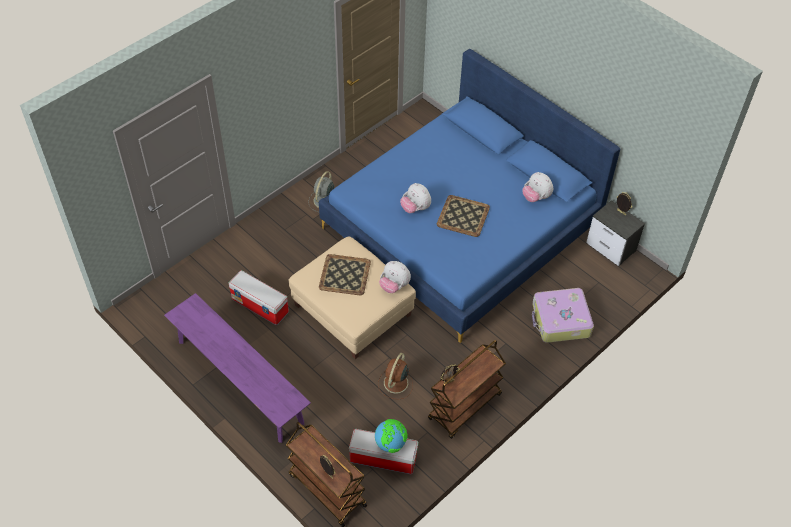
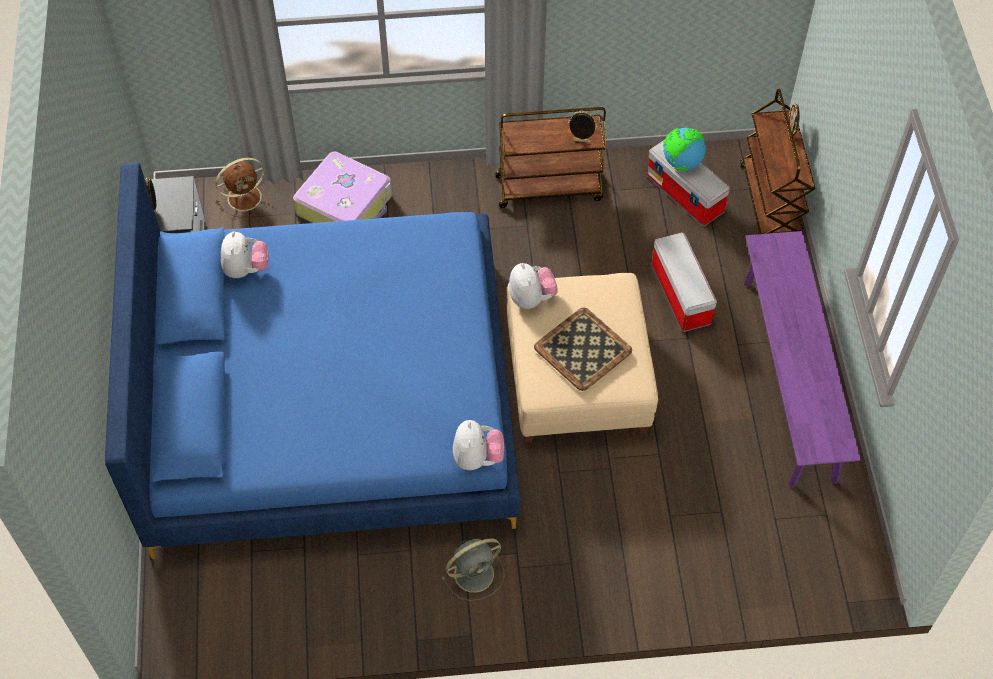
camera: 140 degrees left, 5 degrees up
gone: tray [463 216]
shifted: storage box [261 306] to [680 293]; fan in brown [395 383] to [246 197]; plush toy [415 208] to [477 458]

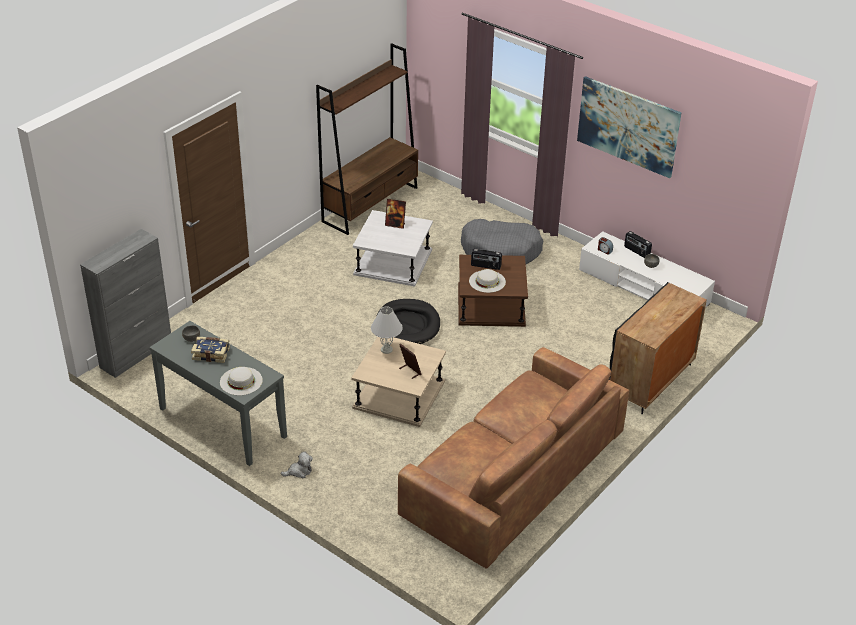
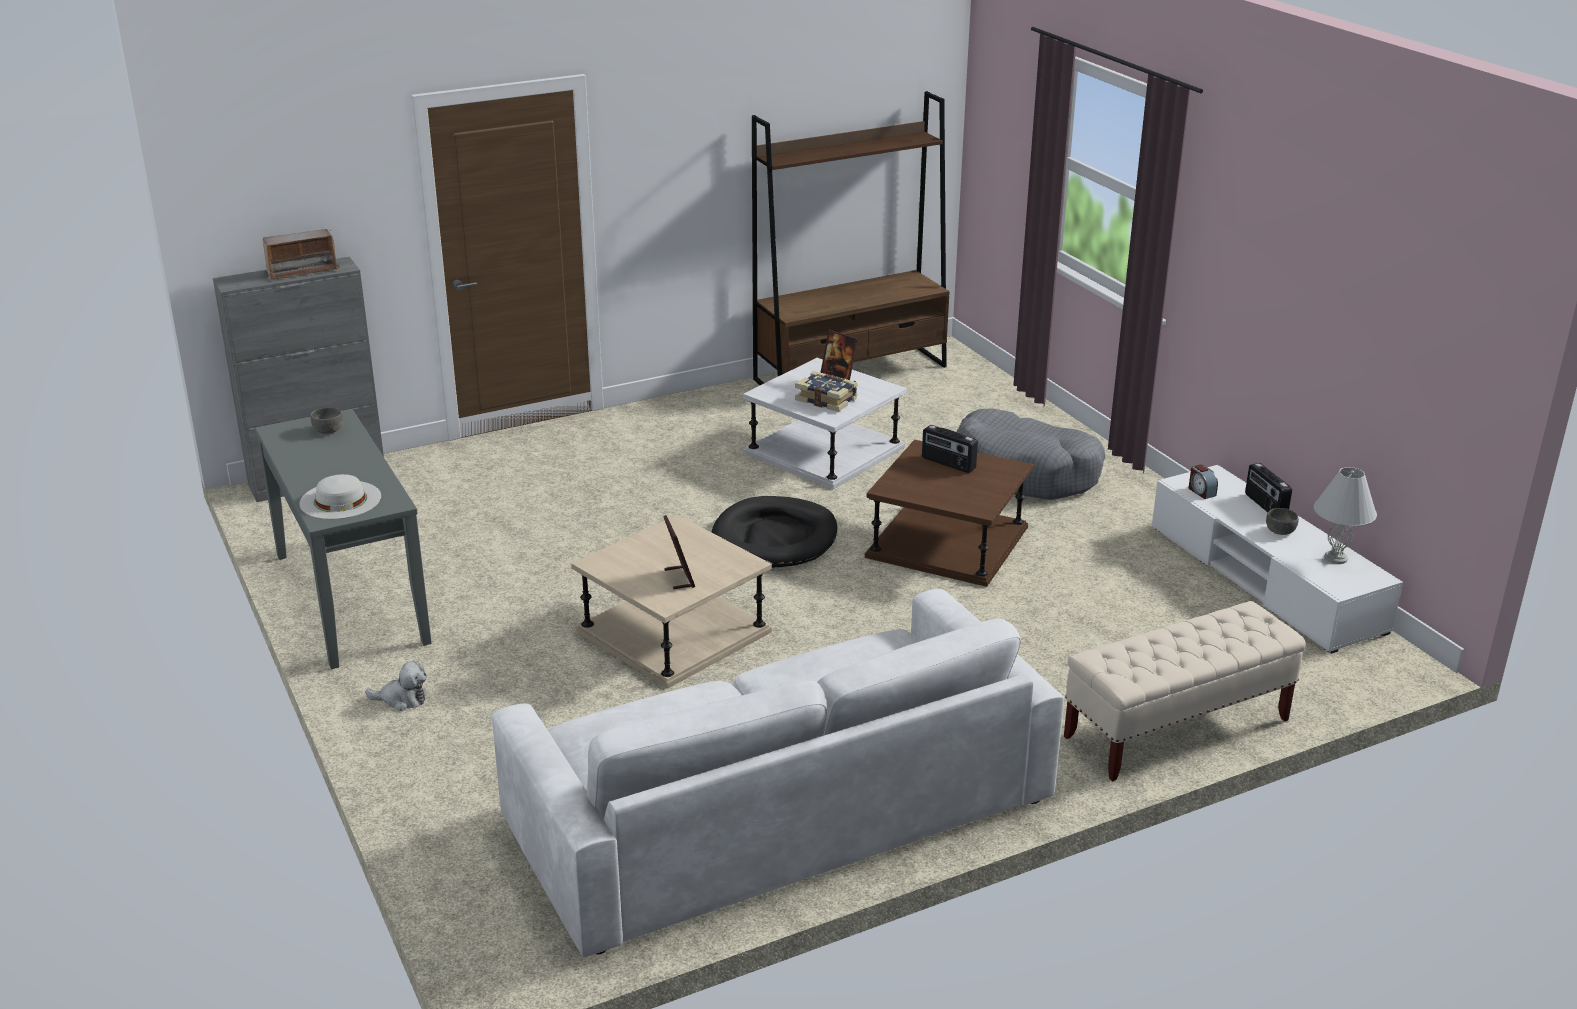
camera: 25 degrees right, 10 degrees down
gone: hat in white [487 281]; picture [628 126]
new: radio [302 271]
shifted: book [211 353] to [827 399]; table lamp in white [386 350] to [1335 558]
swapped: cabinet in black [650 381] to bench in beige [1176 729]
repainted: sofa in brown [512 473] to sofa in white [778 808]

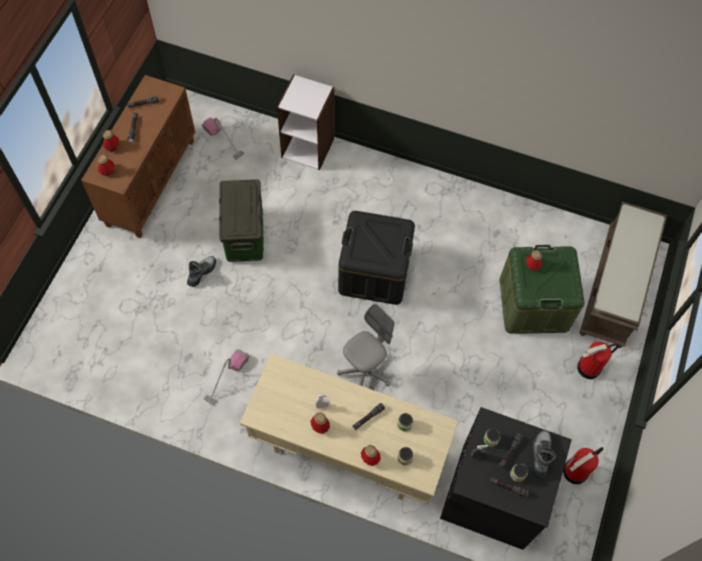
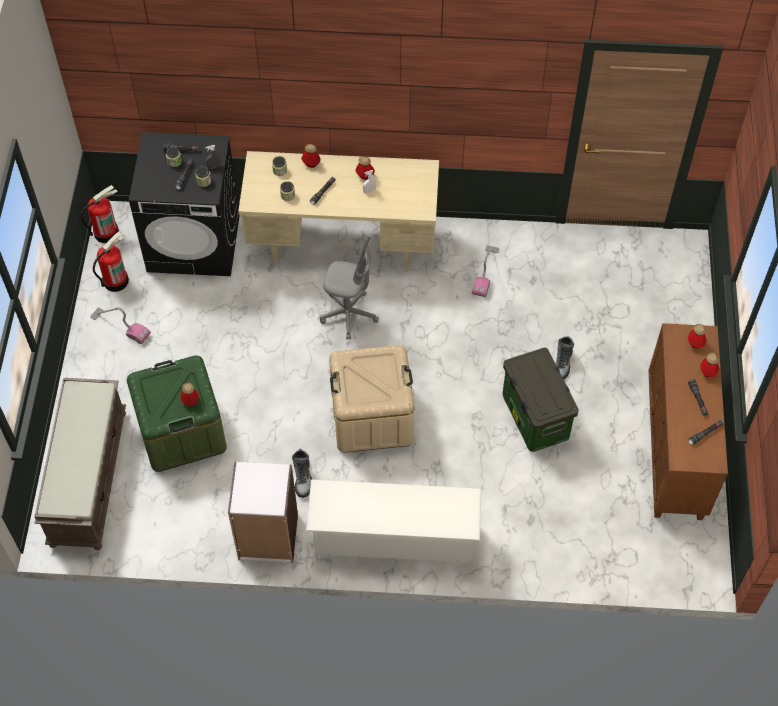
camera: 165 degrees right, 5 degrees down
new: shoe rack in white [393 541]
shifted: vacuum cleaner [223 140] to [120 326]; bookcase in white [308 148] to [268 538]; boot [540 454] to [303 477]; fire extinguisher [589 368] to [106 232]
repainted: storage box in black [374 272] to storage box in beige [372 417]
rotated: office chair in grey [365 371] = [349 314] 105 degrees counterclockwise

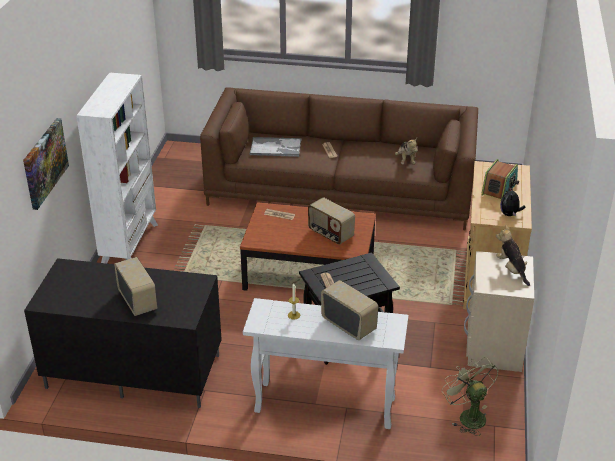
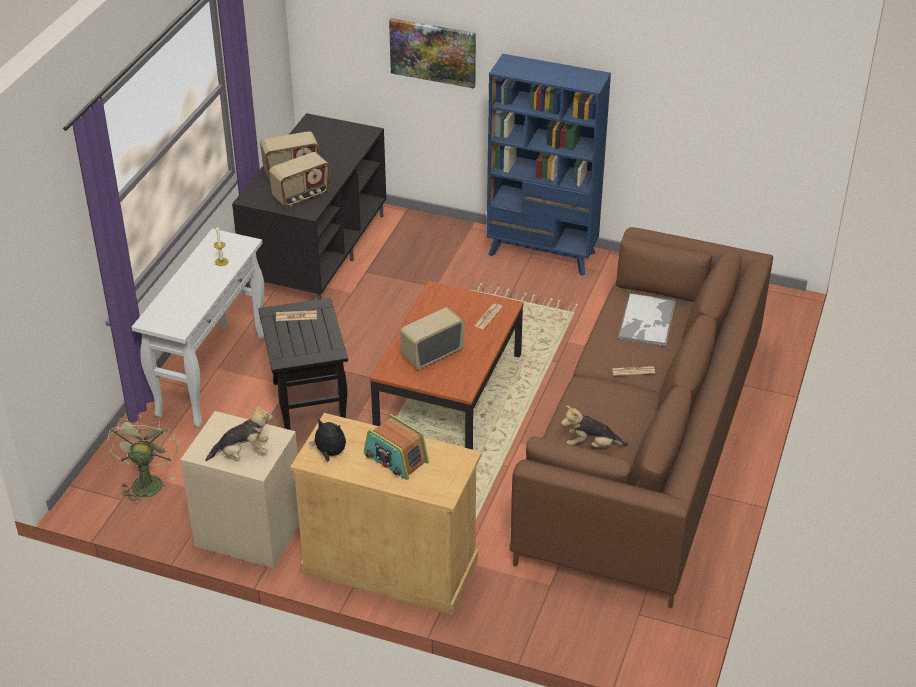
camera: 100 degrees right, 5 degrees up
shifted: radio [349 325] to [301 196]
repainted: bookcase in white [130 245] to bookcase in blue [542 254]
rotated: fan in green [468 415] = [146 481] 75 degrees counterclockwise

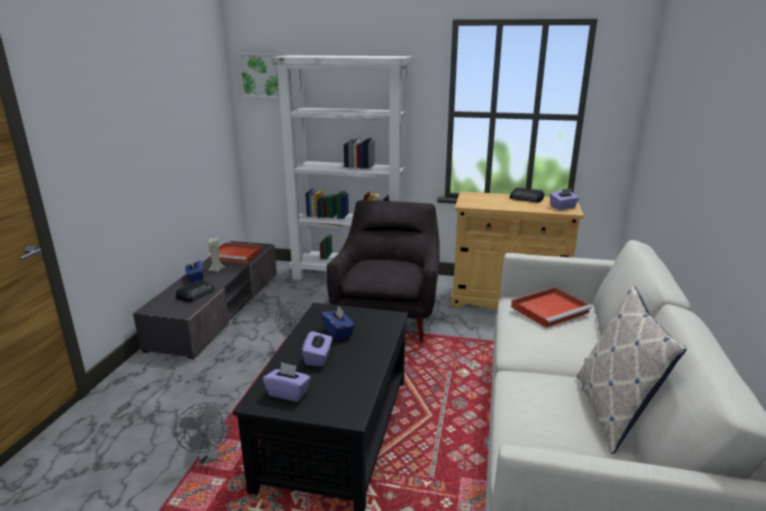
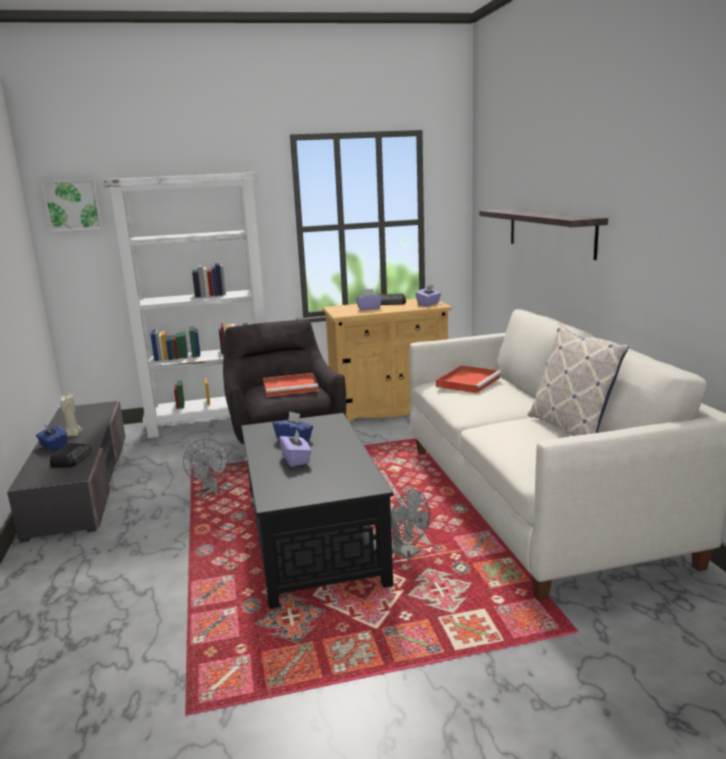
camera: 25 degrees left, 5 degrees down
new: shelf [550 232]
shifted: fan in grey [209 456] to [407 553]; tray in red [237 255] to [291 387]; tissue box in purple [288 393] to [369 308]

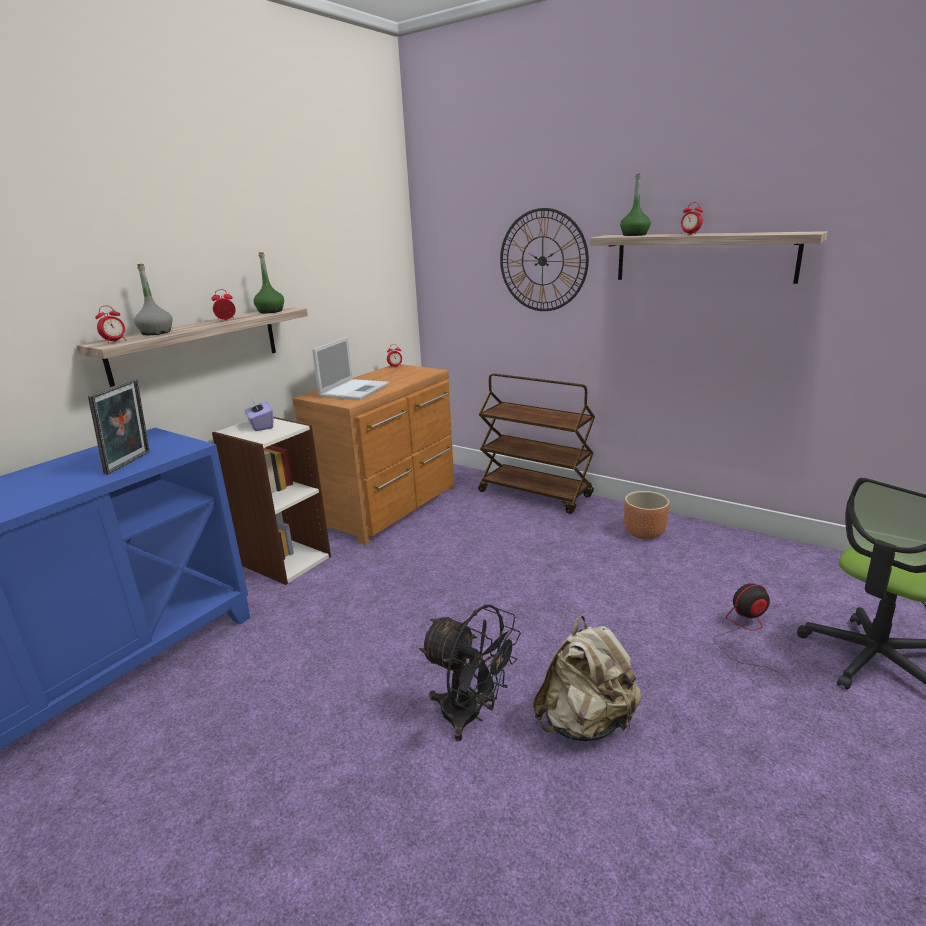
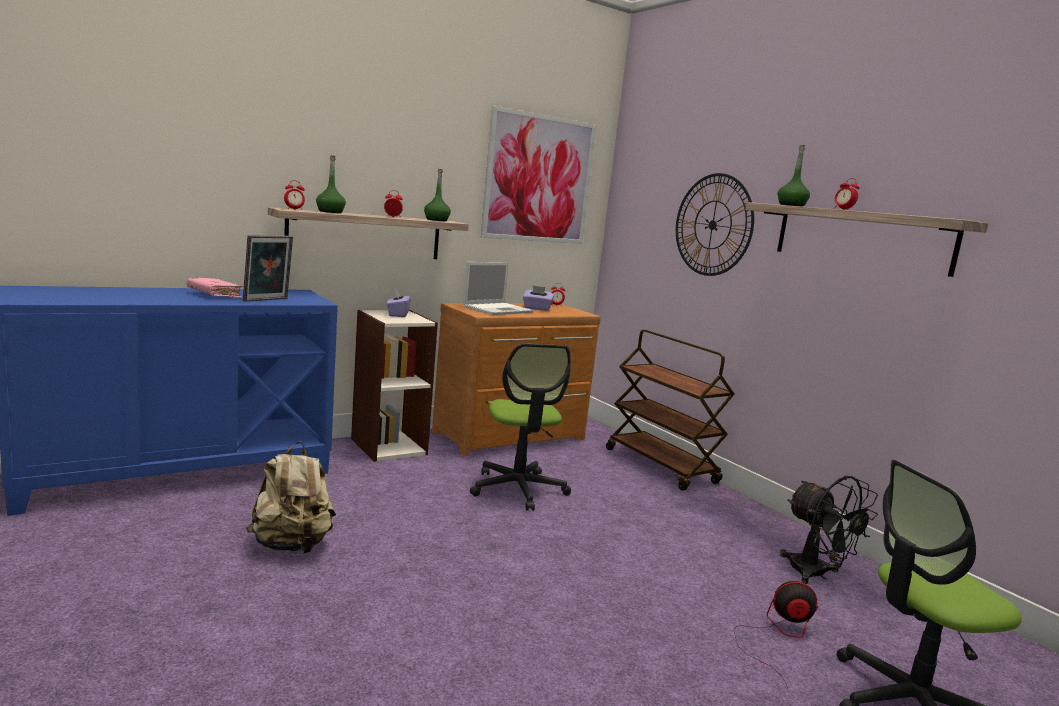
camera: 20 degrees right, 10 degrees down
gone: planter in brown [644 533]
new: book in pink [214 295]; office chair [518 489]; picture [539 179]; tissue box in purple [537 308]
shifted: fan in black [471 716] to [816 574]; backpack in beige [586 722] to [292 545]
repainted: bottle in grey [156 333] to bottle in green [330 212]

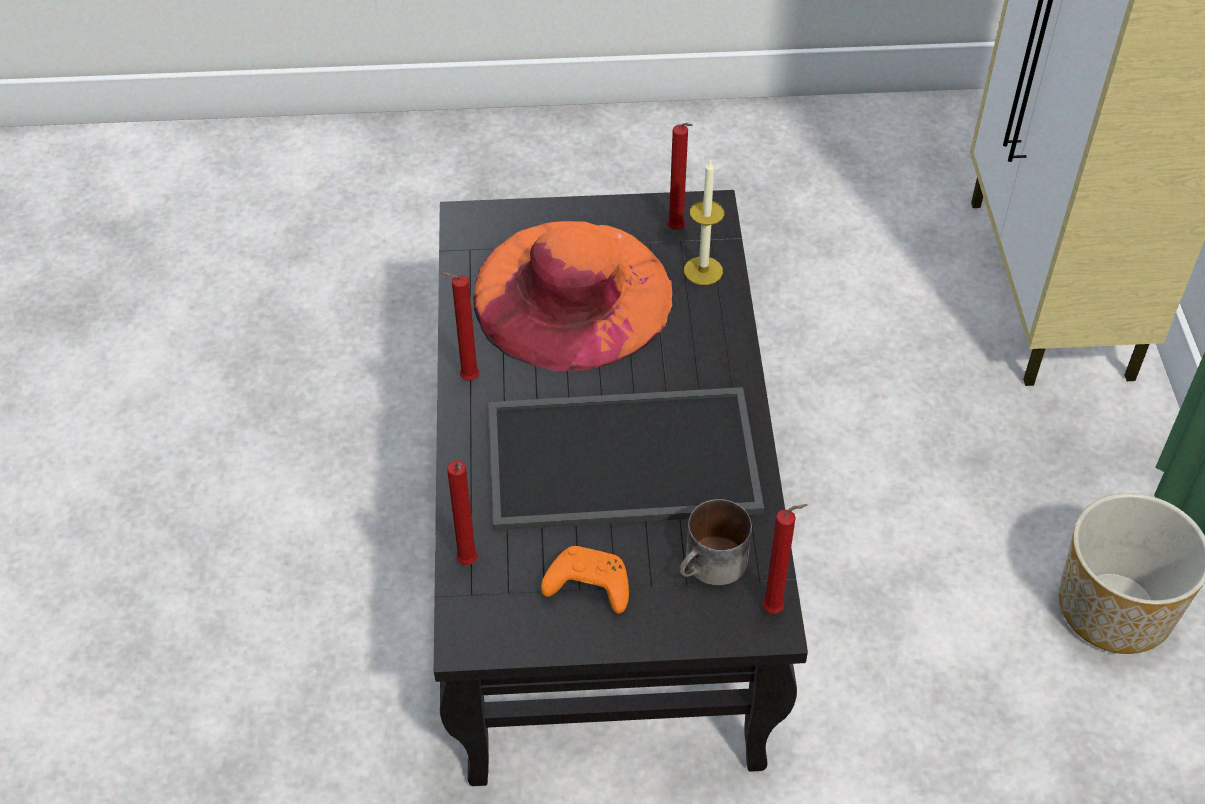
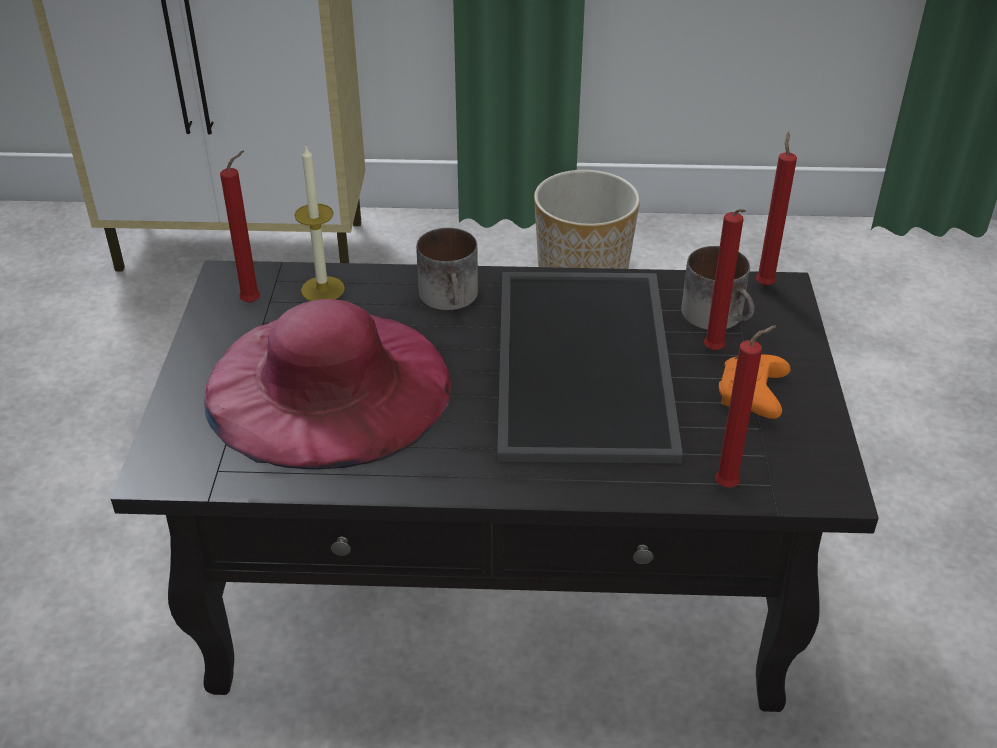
camera: 85 degrees left, 10 degrees down
new: mug [452 297]
shifted: candle in red [466 379] to [714 352]
repainted: hat in orange [572 294] to hat in pink [328 385]

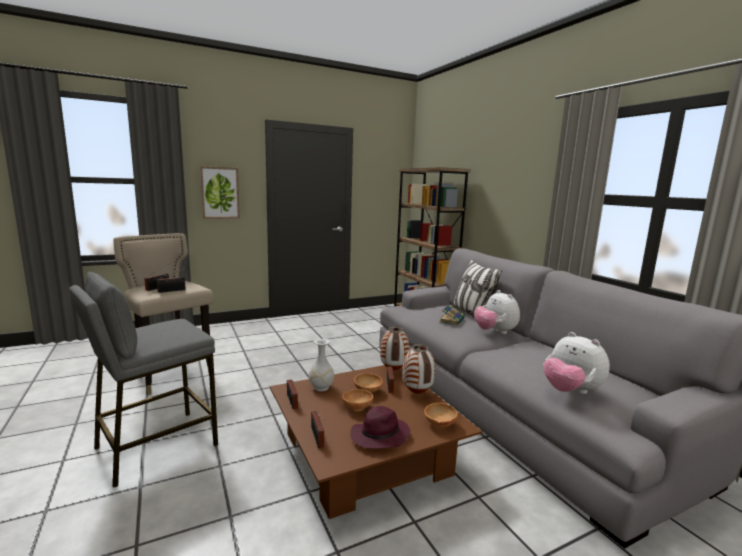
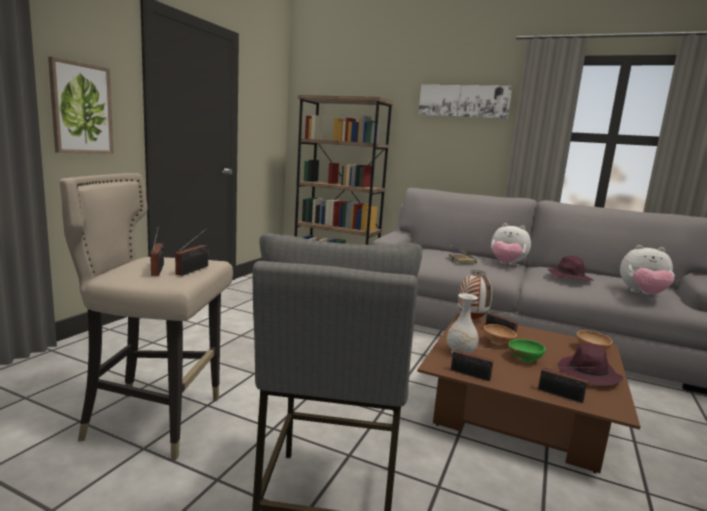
camera: 40 degrees left, 0 degrees up
gone: vase [417 393]; pillow [471 314]
new: picture [463 101]; hat in purple [569 277]
repainted: bowl in brown [357 407] to bowl in green [524 359]

